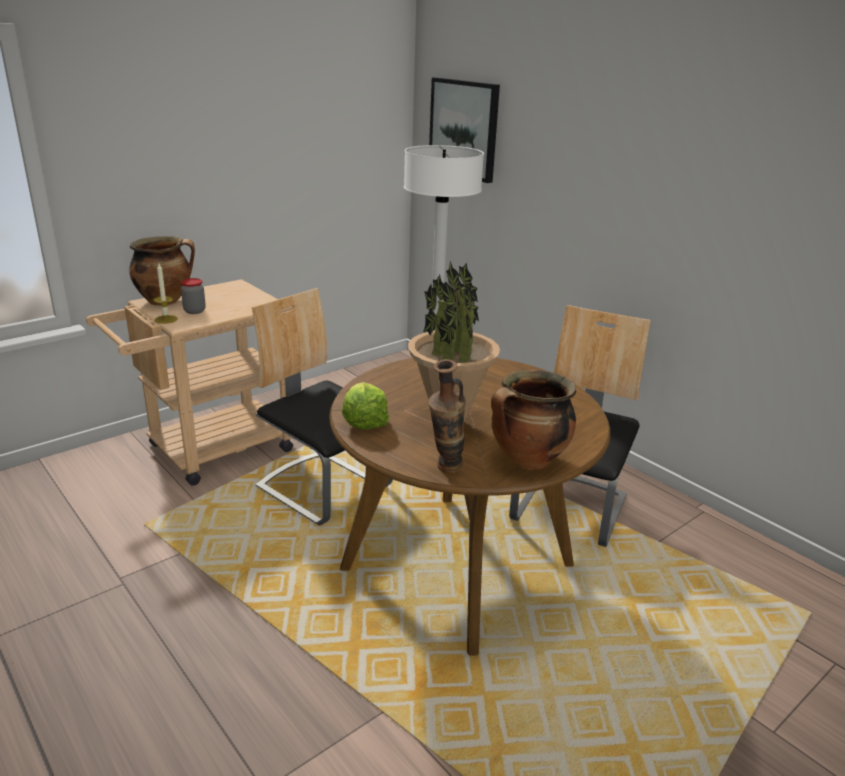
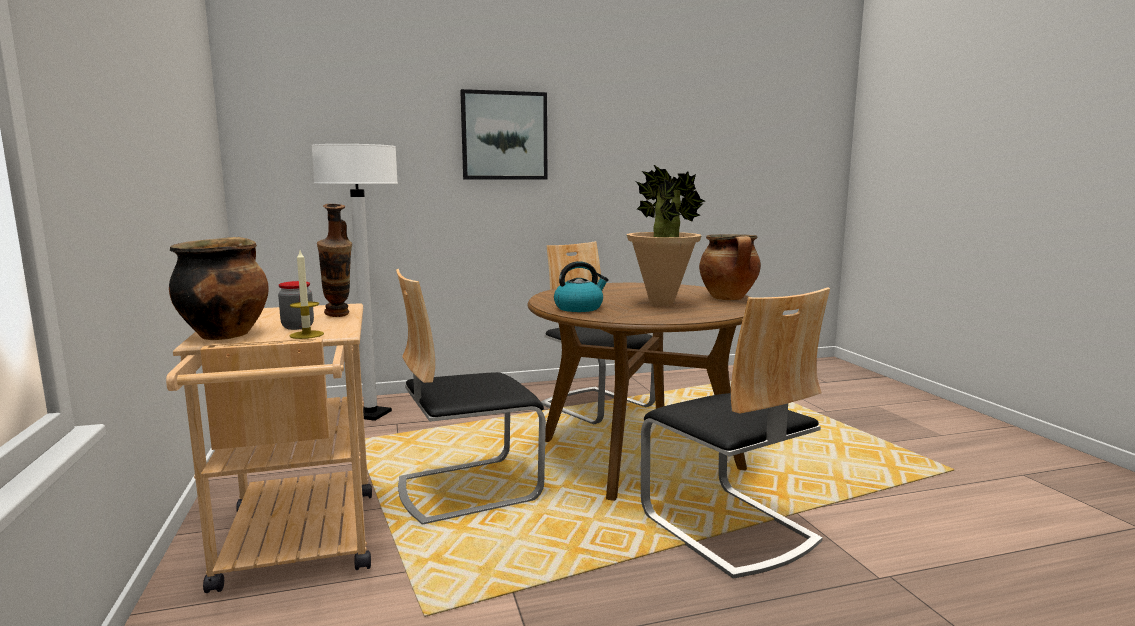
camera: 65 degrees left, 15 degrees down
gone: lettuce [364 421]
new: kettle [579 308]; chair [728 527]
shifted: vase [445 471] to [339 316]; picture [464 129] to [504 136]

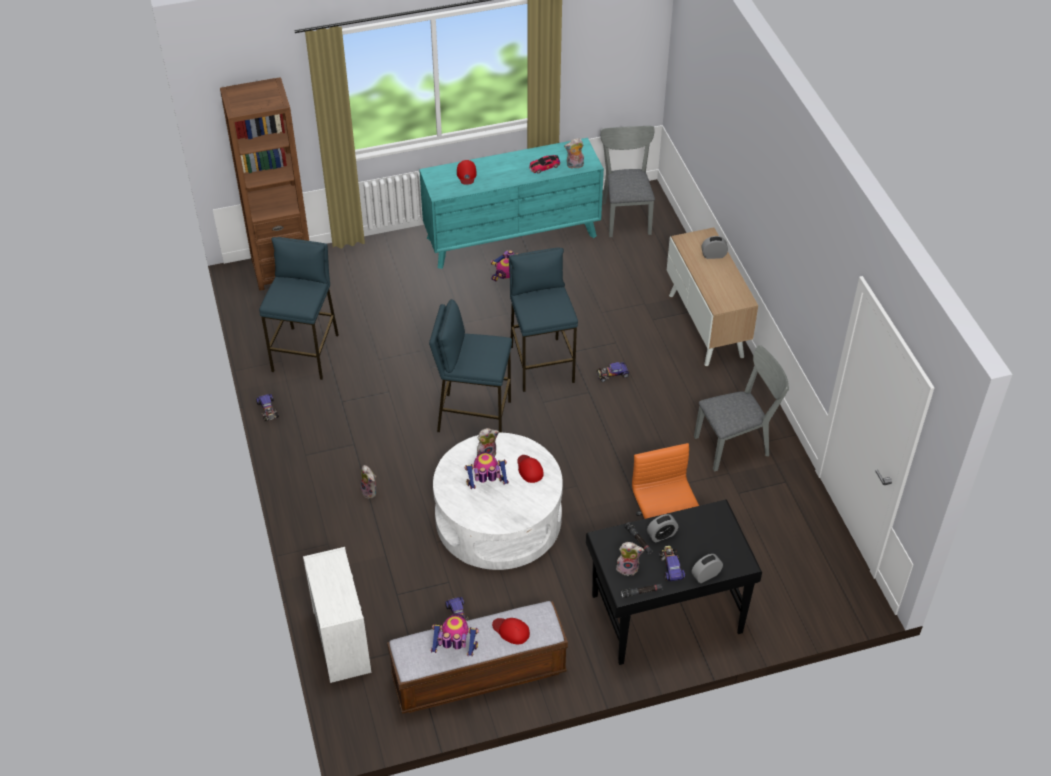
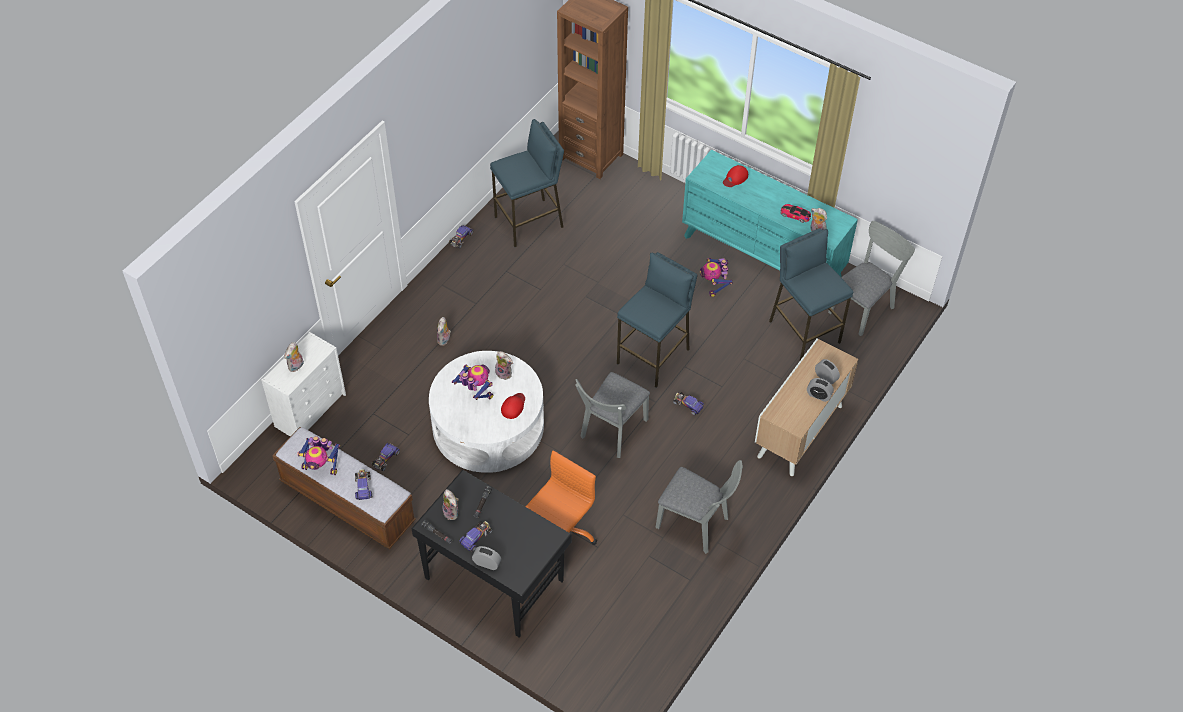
camera: 50 degrees right, 5 degrees up
new: plush toy [296 366]; chair in grey [611 432]
shifted: stool in blue [473 416] to [804 331]; alarm clock [661 535] to [819 395]
swapped: cap in red [511 631] to toy car [363 486]
rotated: toy robot [455 650] = [321 466] 135 degrees clockwise

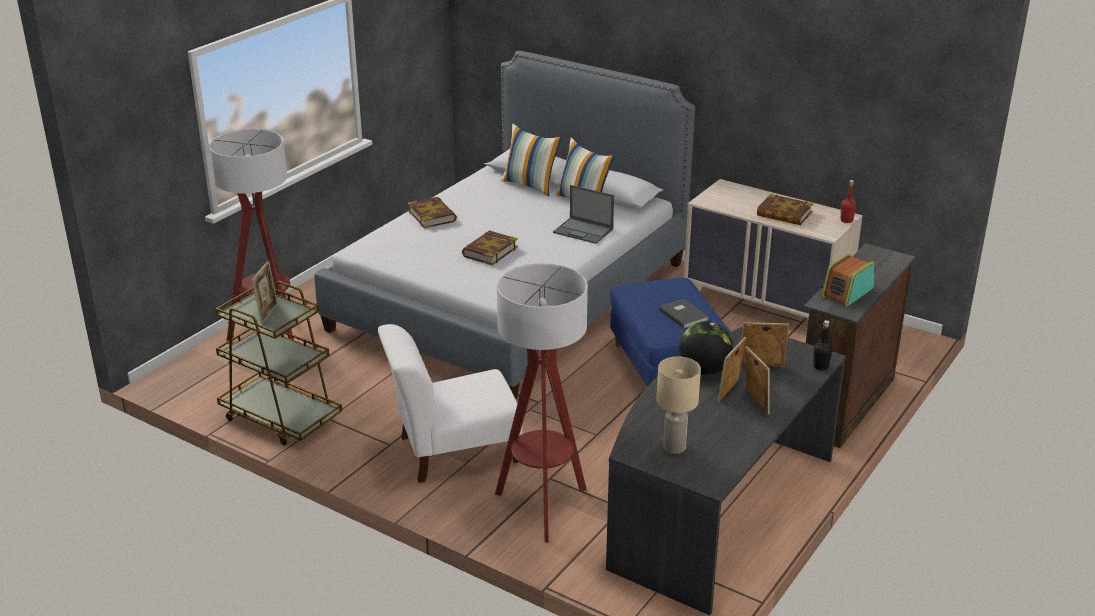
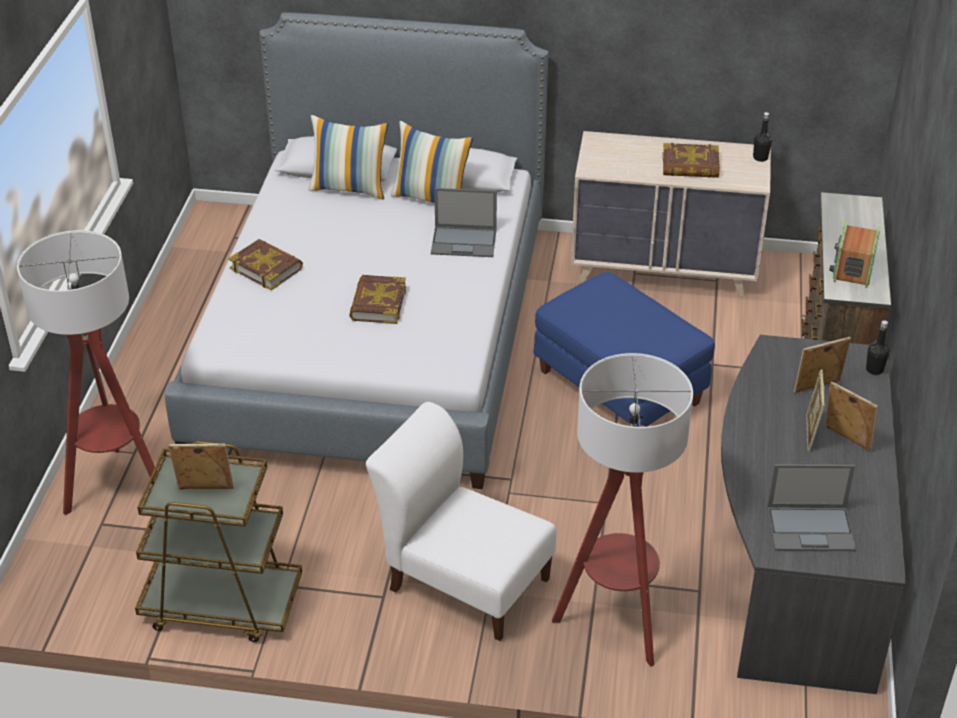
camera: 25 degrees left, 10 degrees up
gone: book in grey [684 314]; globe [704 370]
swapped: table lamp in beige [675 447] to laptop [811 528]
repainted: bottle in red [846 220] to bottle in black [760 158]
rotated: picture frame [268 313] = [205 490] 75 degrees counterclockwise; chair in white [453 451] = [464 580] 75 degrees clockwise

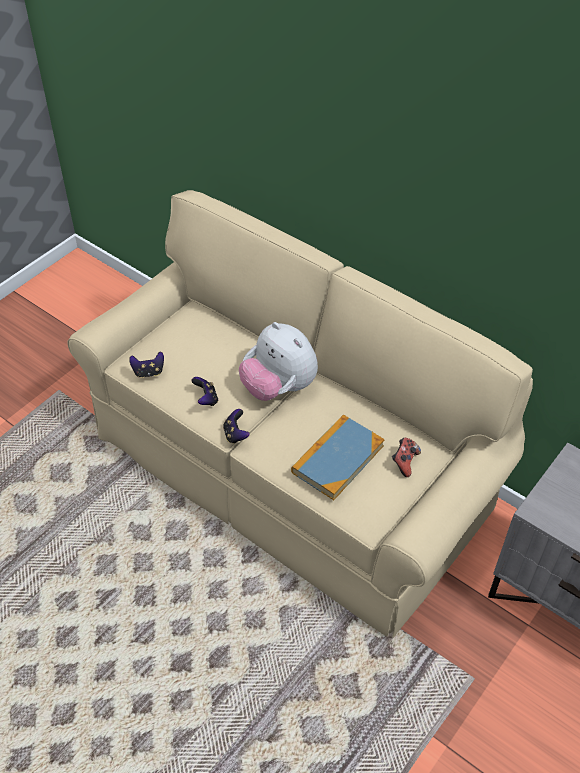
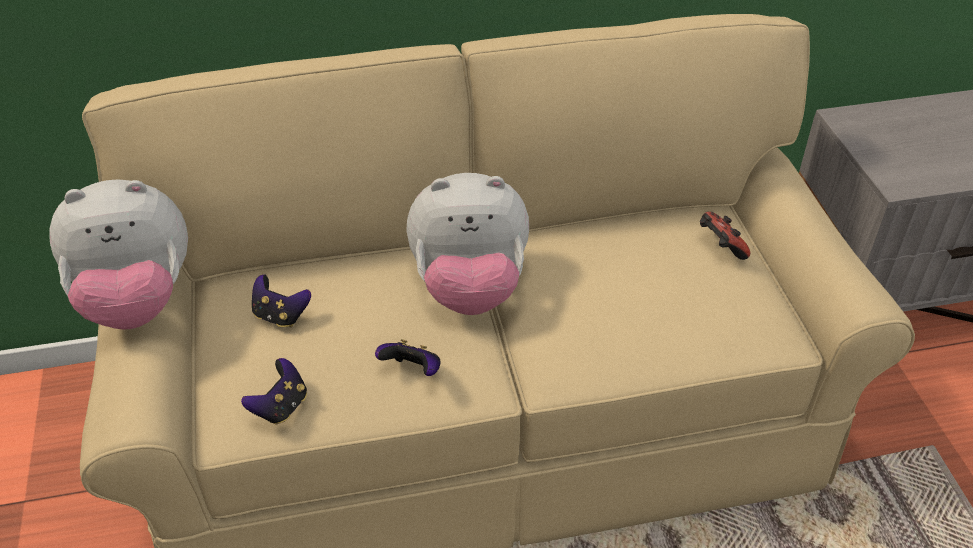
camera: 50 degrees left, 5 degrees down
gone: book [337 459]
new: plush toy [137 302]
shifted: game controller [235 434] to [280 316]

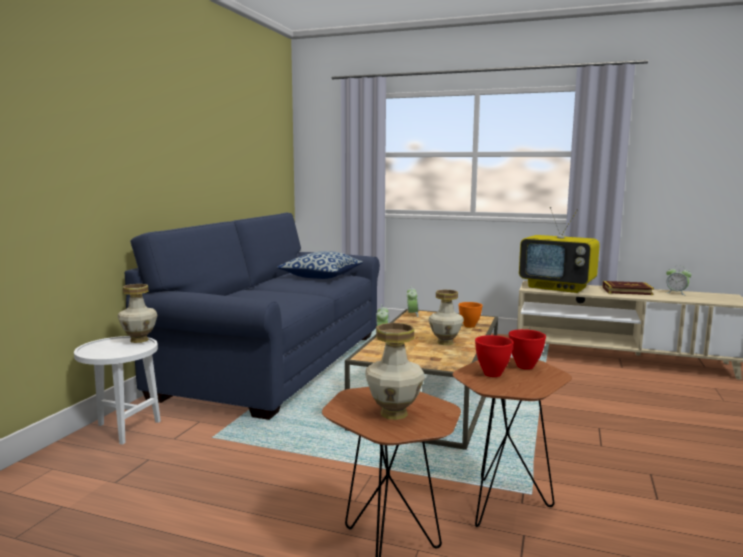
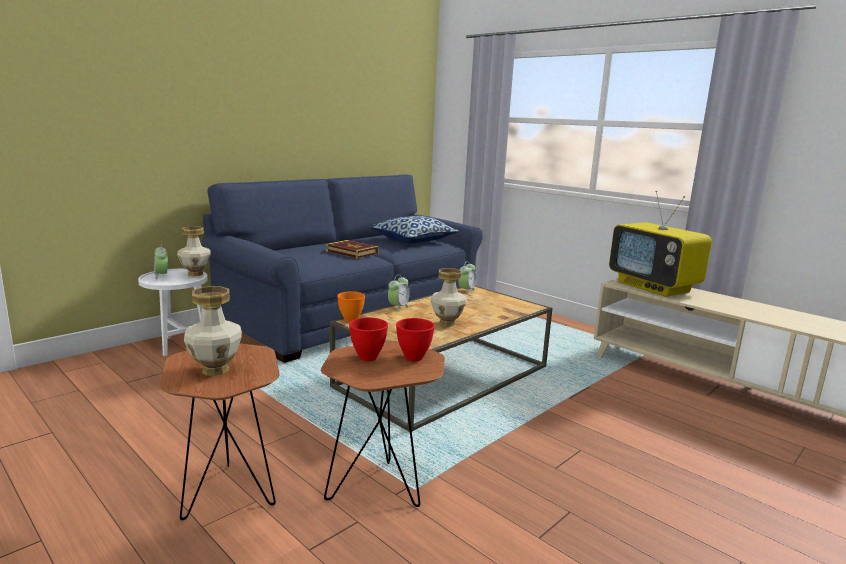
camera: 25 degrees right, 5 degrees up
shifted: bowl in orange [469 326] to [350 319]; book [627 291] to [352 252]; alarm clock [676 293] to [161 275]

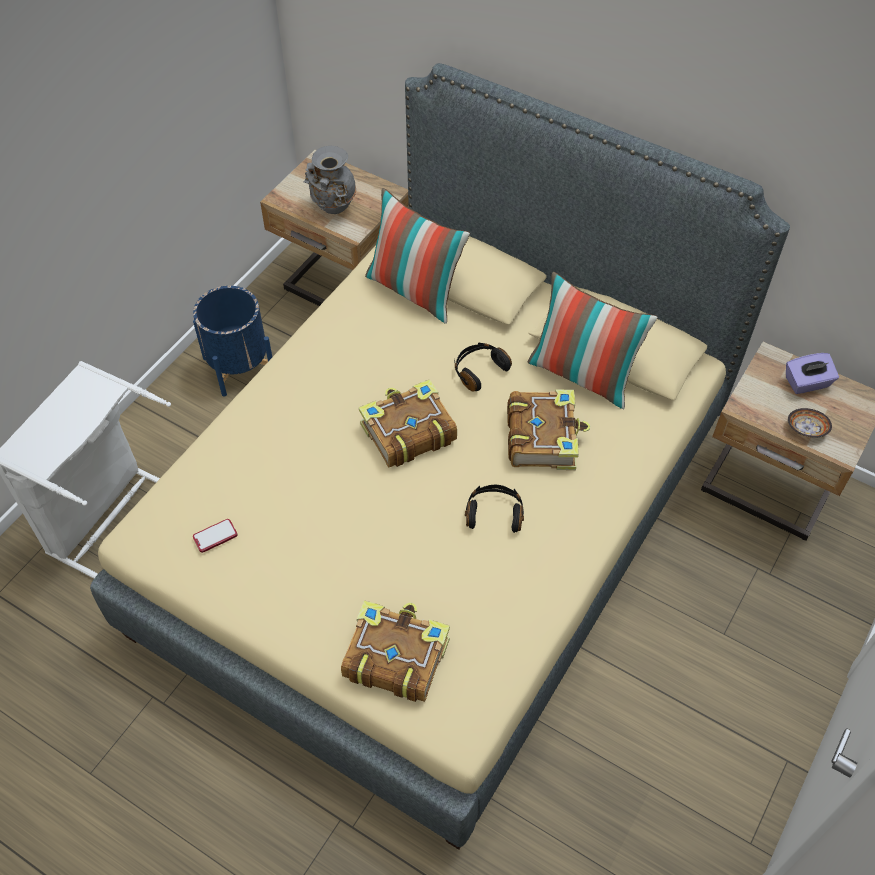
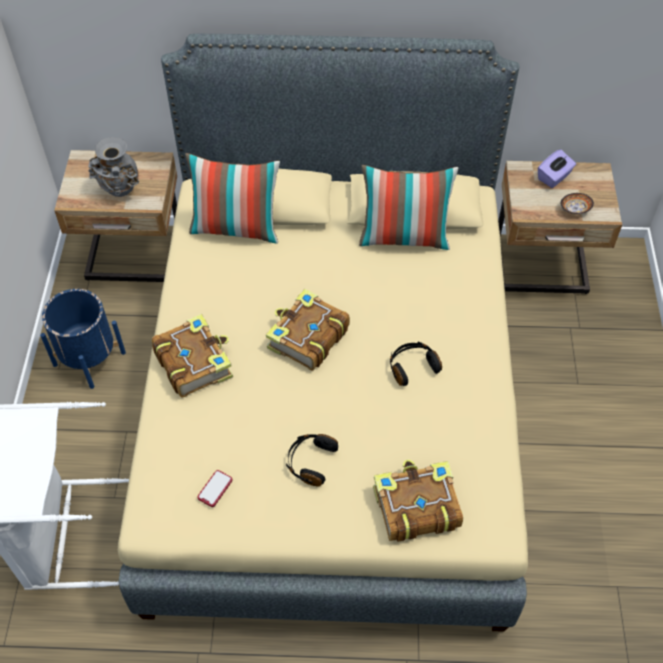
camera: 30 degrees left, 0 degrees up
shifted: headphones in black [479 370] to [310 462]; book [543 437] to [194 362]

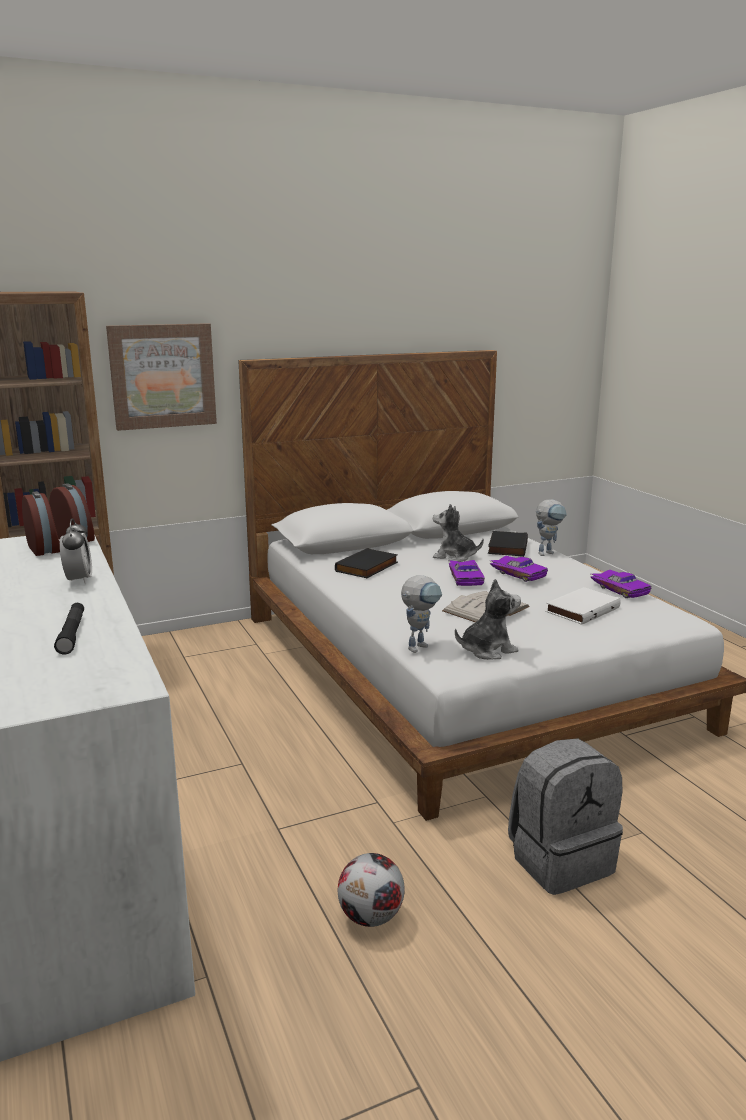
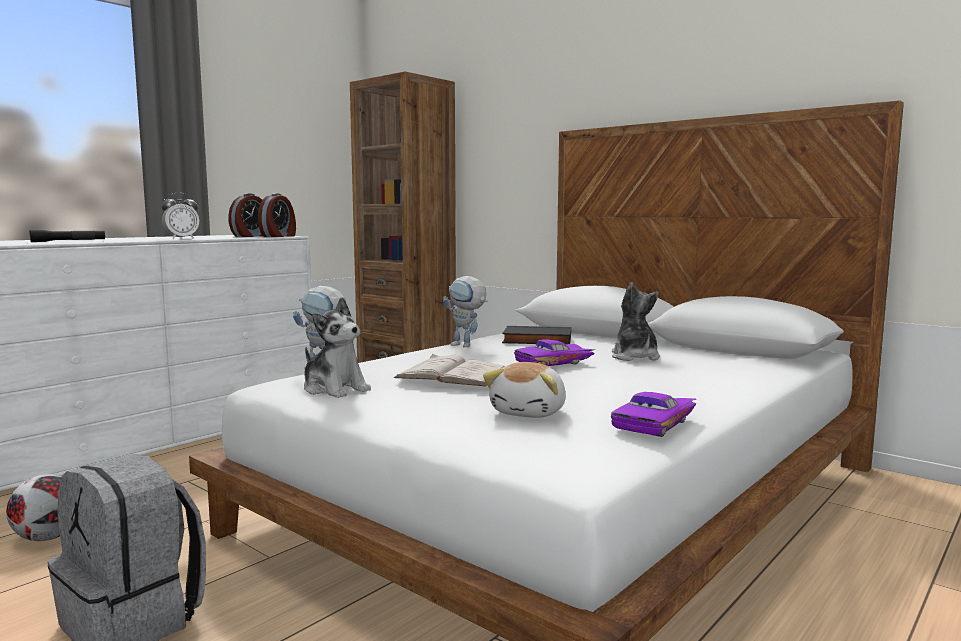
camera: 65 degrees right, 10 degrees down
gone: picture [162 376]; book in black [506 547]; toy car in purple [519 573]
shifted: toy robot [548 552] to [467 346]
swapped: book in white [581 609] to plush toy [530 412]

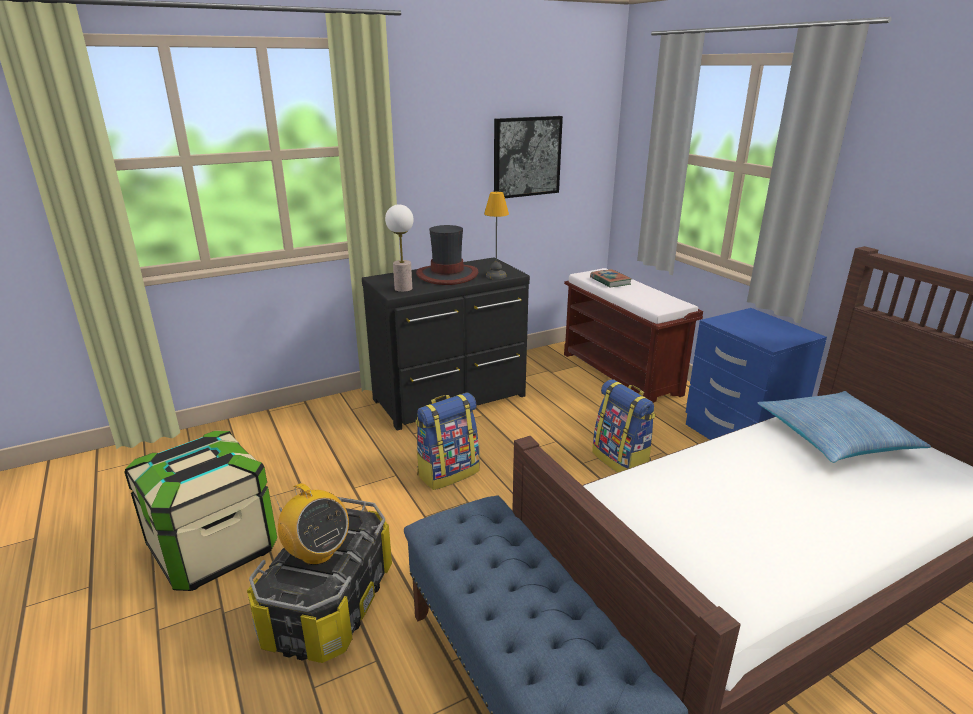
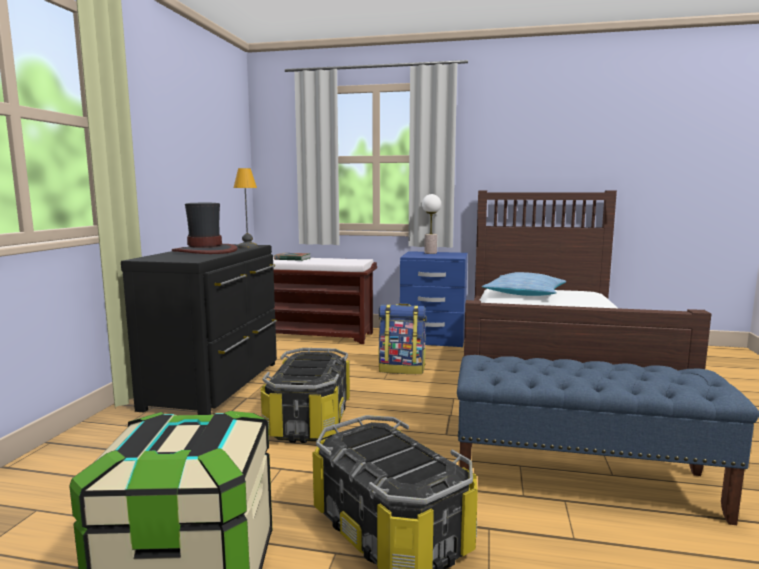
camera: 50 degrees left, 15 degrees down
gone: radio [317 553]; picture [526 157]
shifted: table lamp [403 289] to [430 253]
swapped: backpack [448 472] to storage box [308 420]

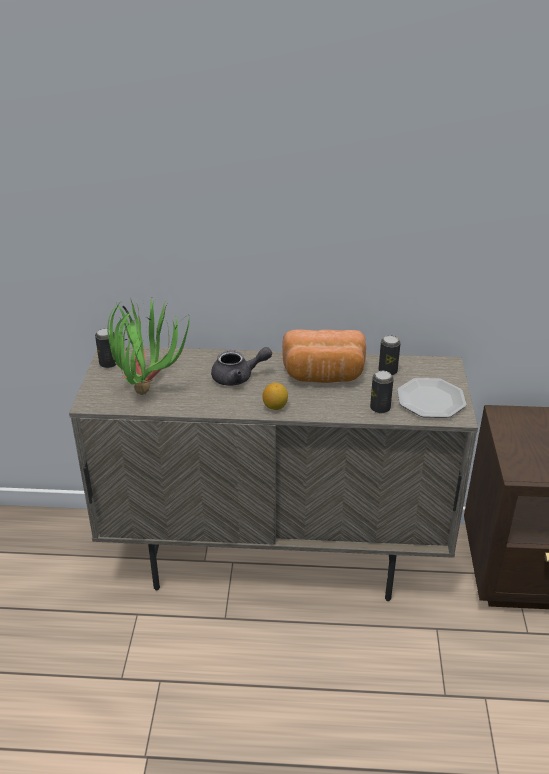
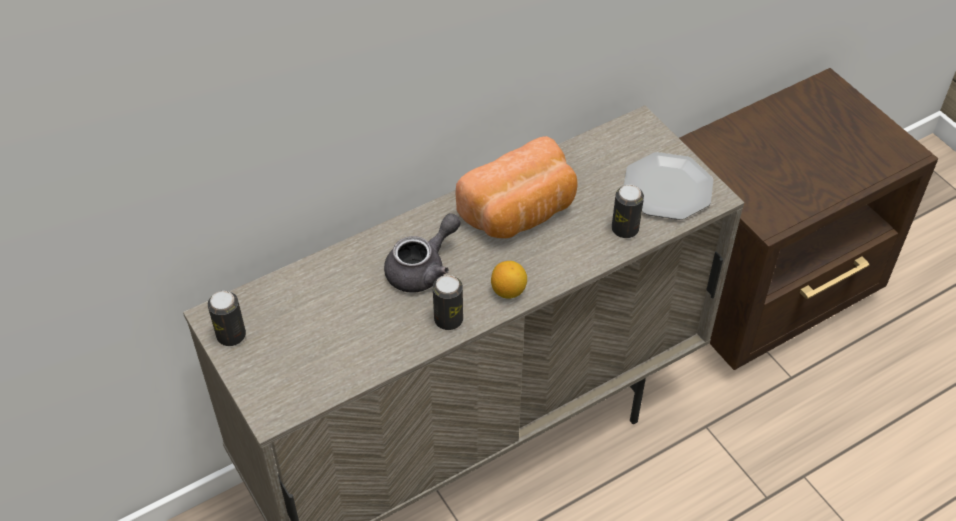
camera: 35 degrees left, 15 degrees up
gone: potted plant [148 386]
shifted: can [387 371] to [448 320]

